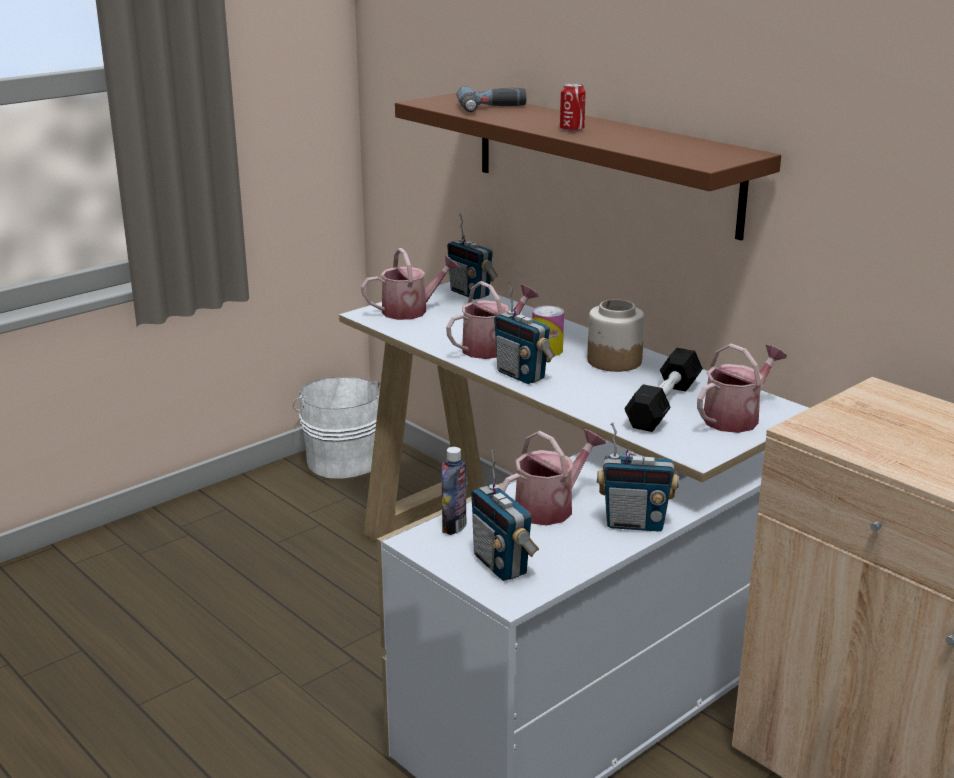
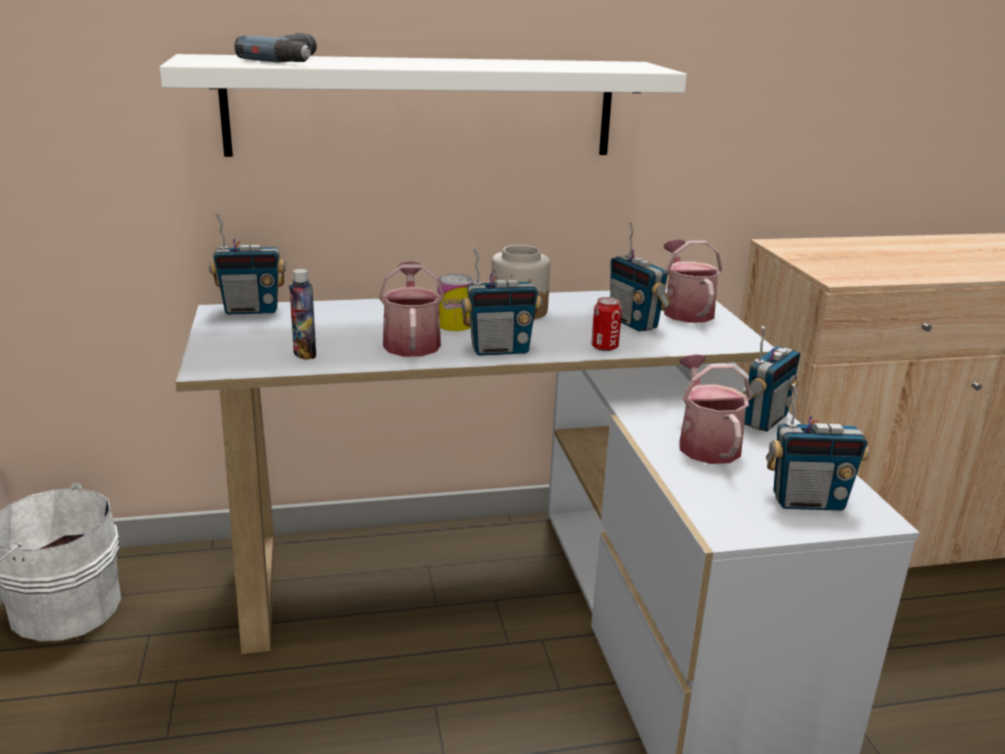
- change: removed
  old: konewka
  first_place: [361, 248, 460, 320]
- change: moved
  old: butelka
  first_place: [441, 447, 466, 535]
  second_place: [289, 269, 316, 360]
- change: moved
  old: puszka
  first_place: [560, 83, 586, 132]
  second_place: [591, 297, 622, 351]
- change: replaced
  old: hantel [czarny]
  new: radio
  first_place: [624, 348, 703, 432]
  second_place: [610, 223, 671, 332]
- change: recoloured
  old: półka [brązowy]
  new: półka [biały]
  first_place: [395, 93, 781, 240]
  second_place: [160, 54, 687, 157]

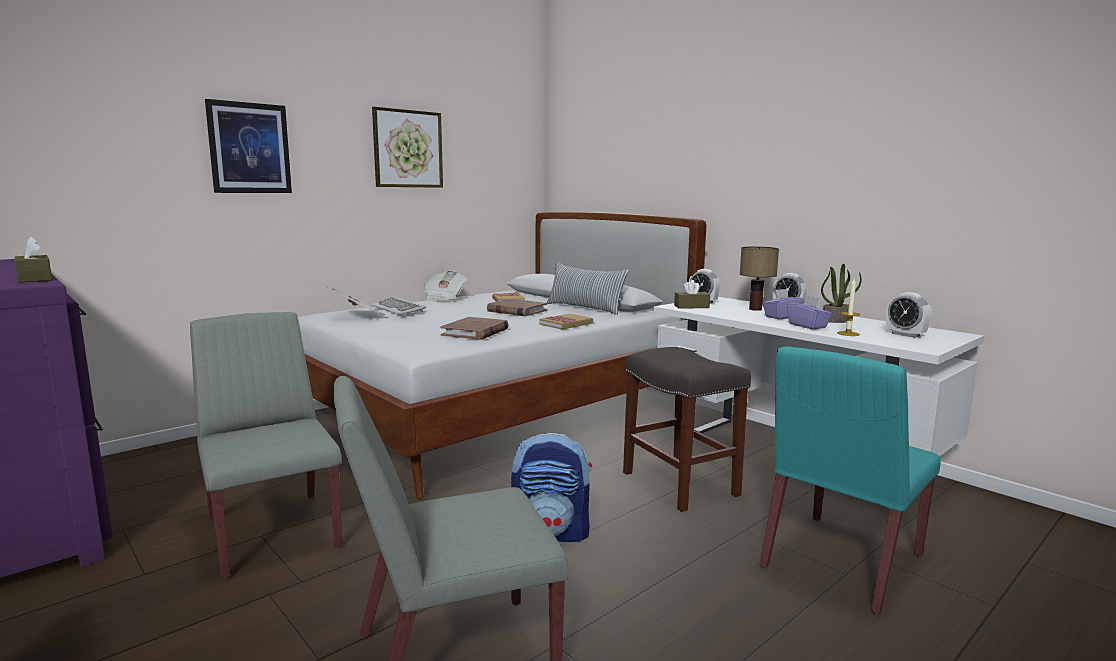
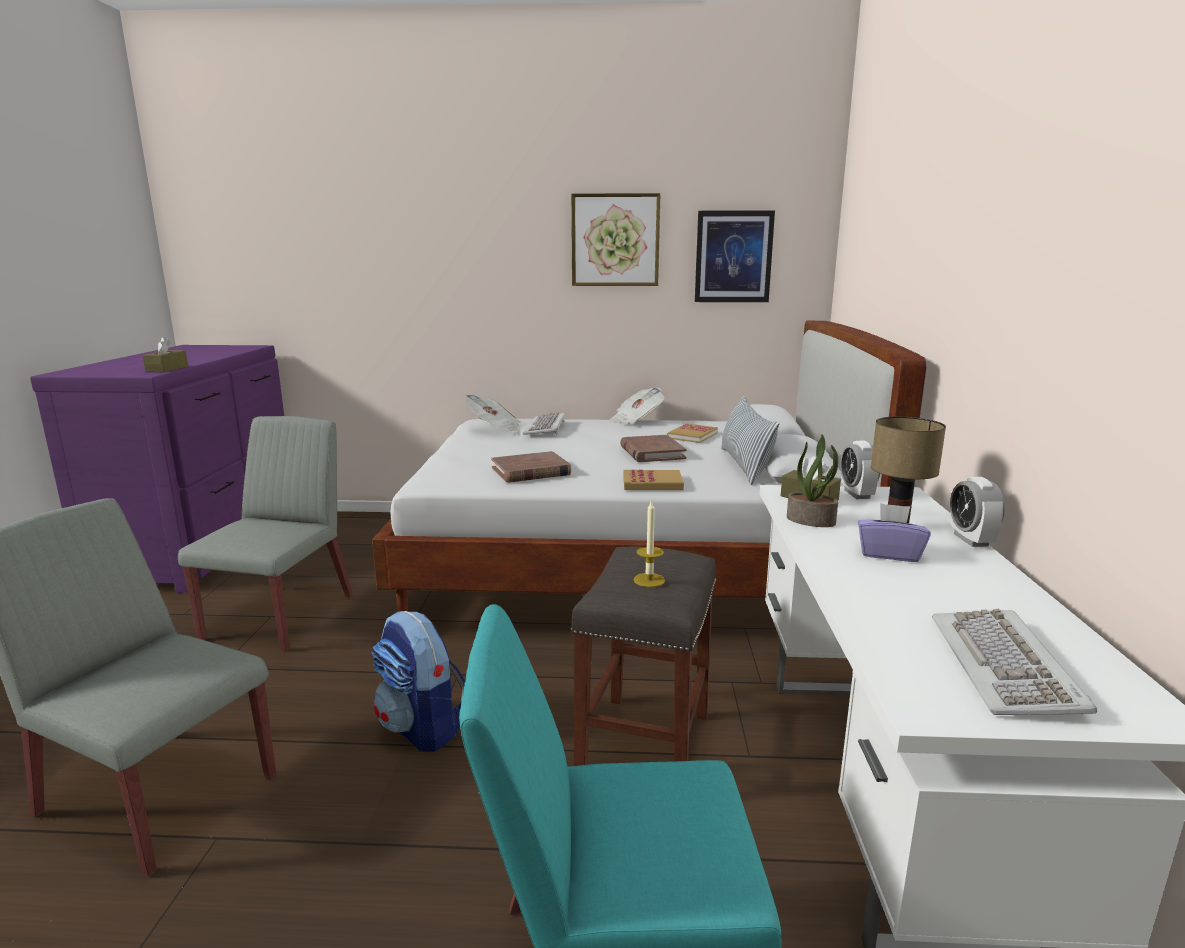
- change: removed
  old: pudełko chusteczek [fioletowy]
  first_place: [787, 296, 832, 329]
- change: moved
  old: obraz
  first_place: [205, 99, 292, 193]
  second_place: [695, 210, 775, 302]
- change: moved
  old: roślina doniczkowa
  first_place: [821, 264, 861, 323]
  second_place: [787, 434, 838, 527]
- change: moved
  old: świeca
  first_place: [837, 279, 860, 336]
  second_place: [634, 500, 665, 587]
- change: replaced
  old: budzik
  new: klawiatura
  first_place: [886, 292, 931, 338]
  second_place: [932, 609, 1097, 715]

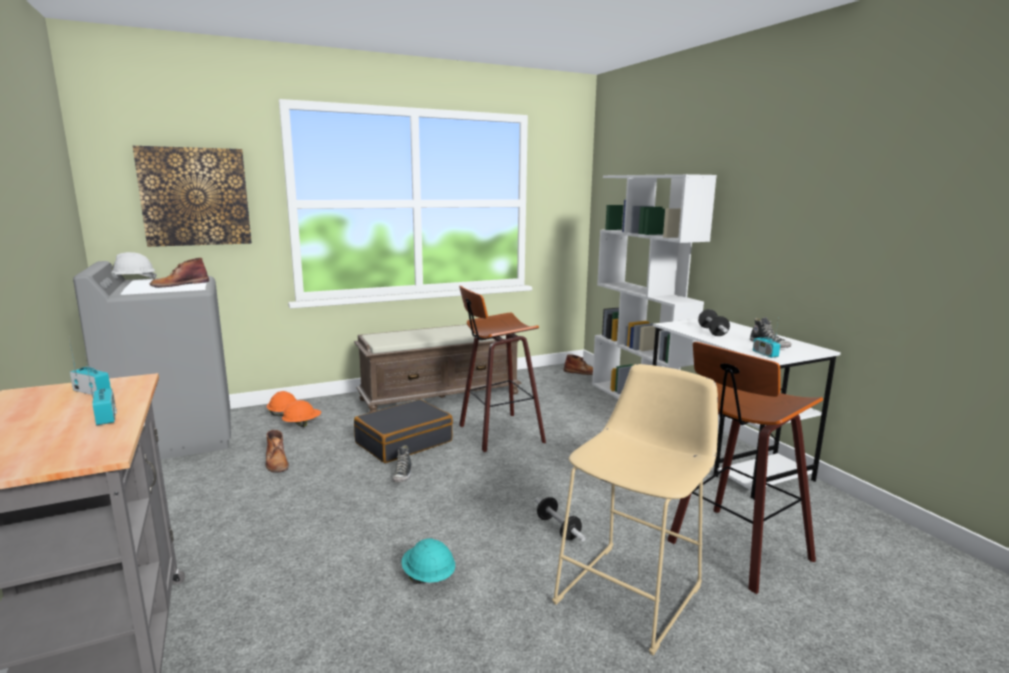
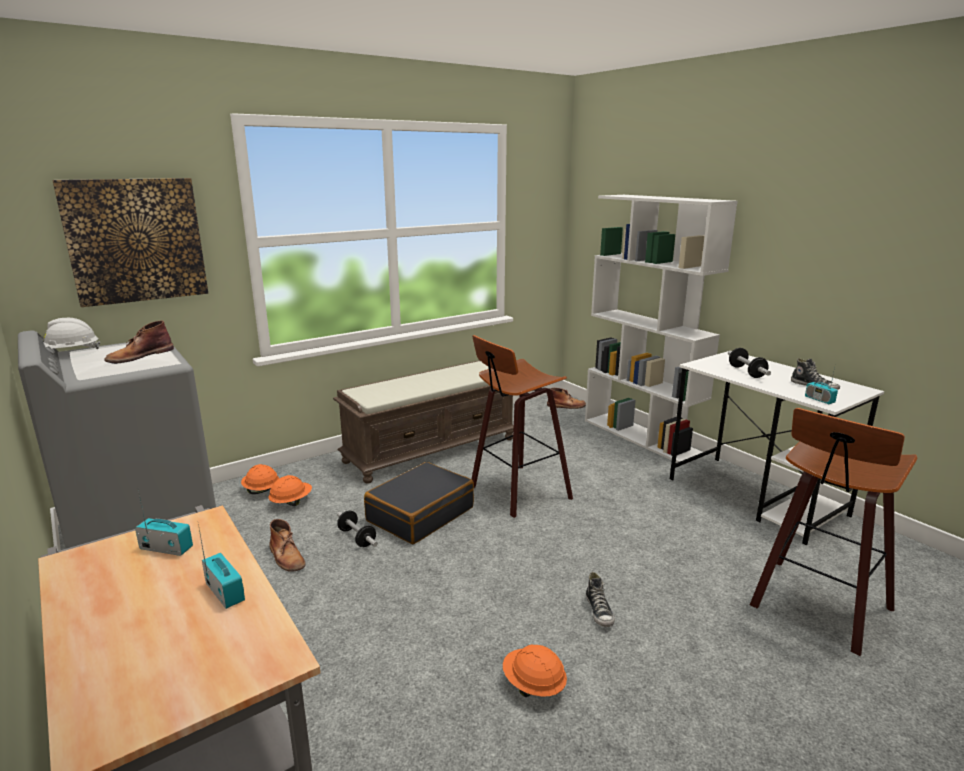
- change: removed
  old: stołek [beżowy]
  first_place: [552, 364, 718, 655]
- change: moved
  old: but
  first_place: [392, 445, 412, 483]
  second_place: [586, 572, 615, 627]
- change: moved
  old: hantel
  first_place: [535, 497, 586, 542]
  second_place: [337, 511, 378, 547]
- change: recoloured
  old: kask [turkusowy]
  new: kask [pomarańczowy]
  first_place: [401, 538, 455, 584]
  second_place: [503, 644, 567, 697]

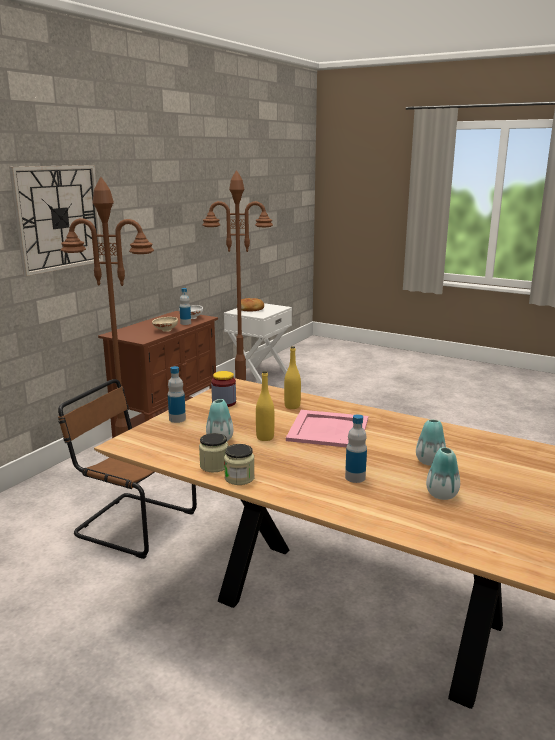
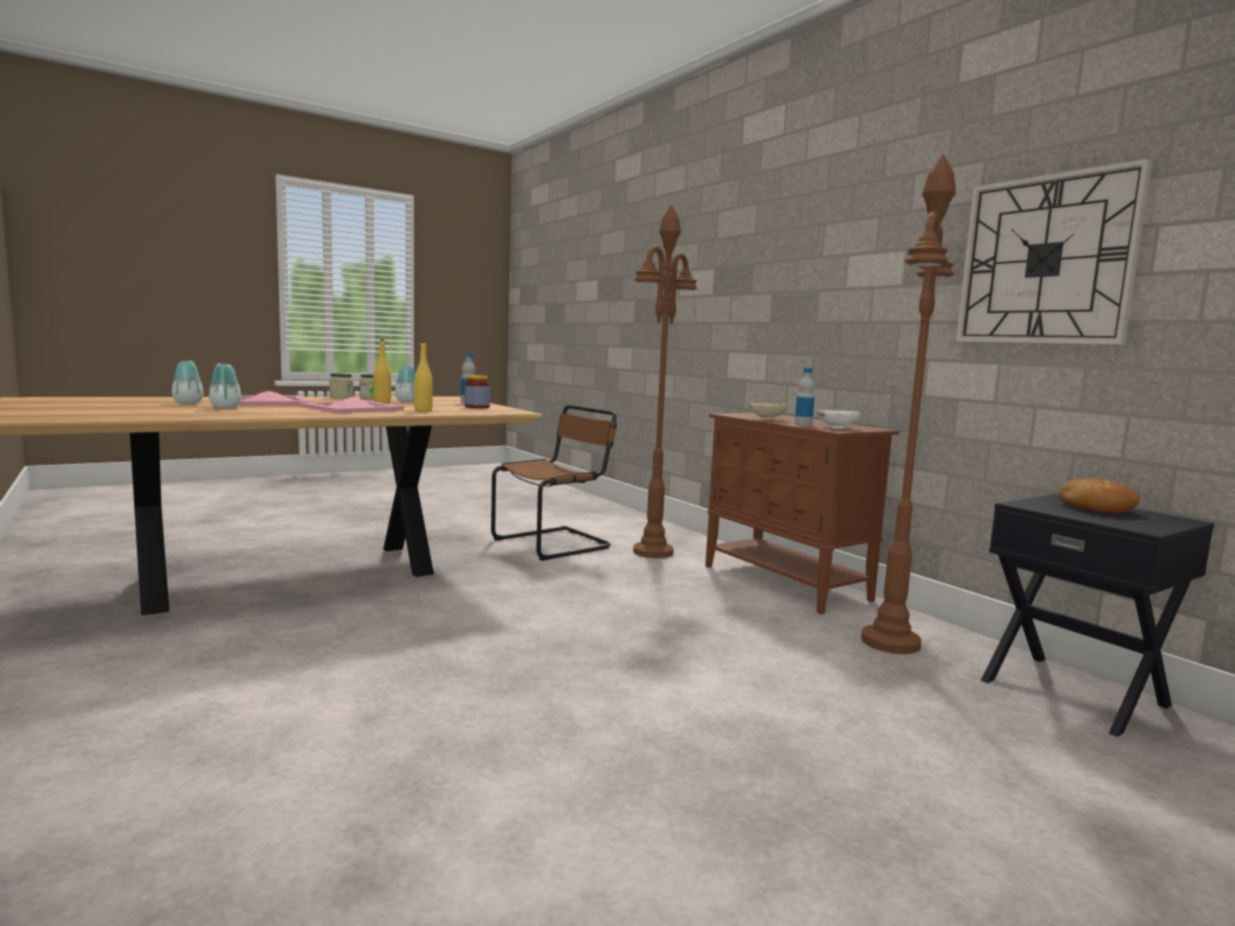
- change: moved
  old: zegar ścienny
  first_place: [9, 165, 103, 276]
  second_place: [956, 158, 1153, 345]
- change: replaced
  old: butelka
  new: taca [różowy]
  first_place: [345, 414, 367, 483]
  second_place: [239, 391, 313, 405]
- change: recoloured
  old: szafka nocna [biały]
  new: szafka nocna [czarny]
  first_place: [224, 303, 292, 384]
  second_place: [981, 494, 1214, 737]

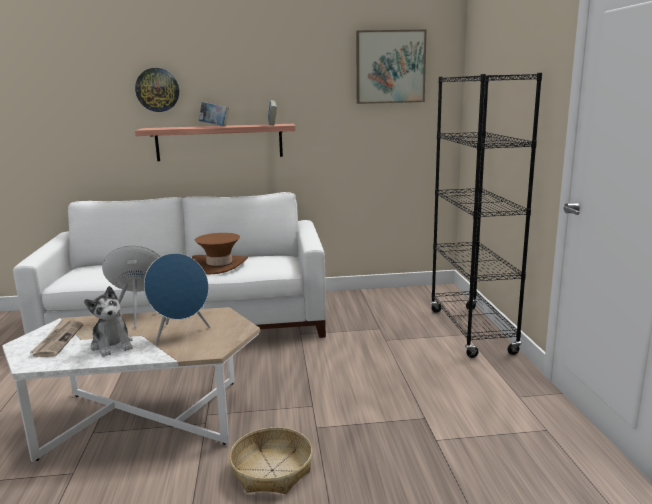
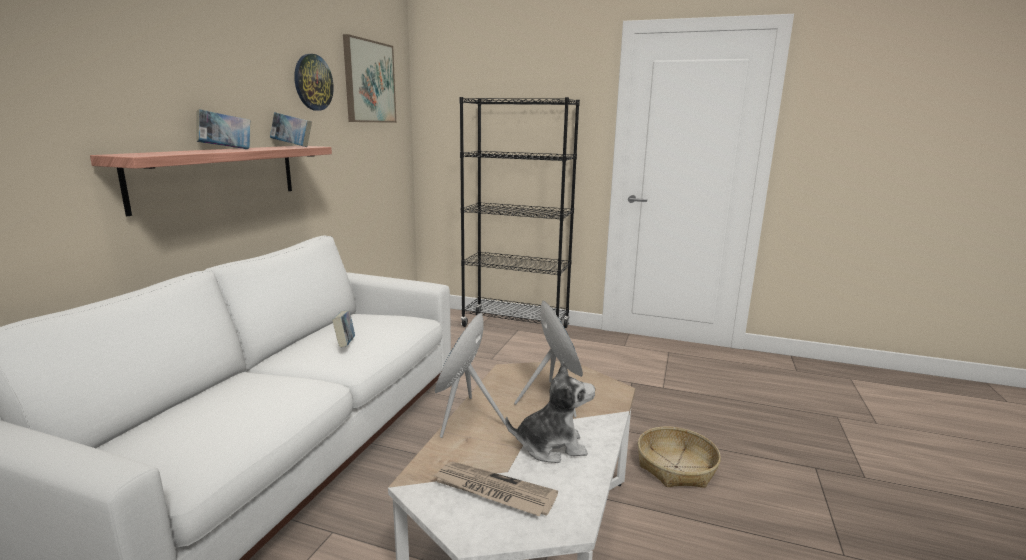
- change: moved
  old: zegar ścienny
  first_place: [135, 68, 179, 112]
  second_place: [294, 54, 334, 111]
- change: replaced
  old: kapelusz [brązowy]
  new: książka
  first_place: [192, 233, 248, 275]
  second_place: [332, 310, 355, 348]

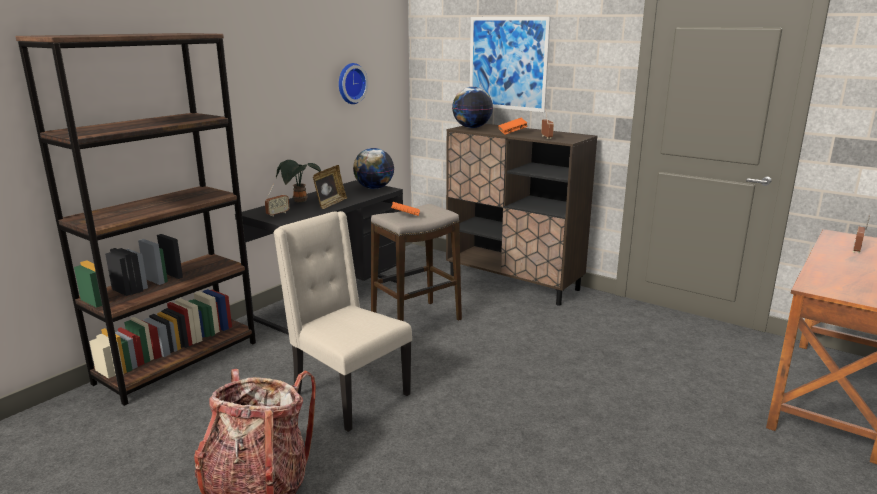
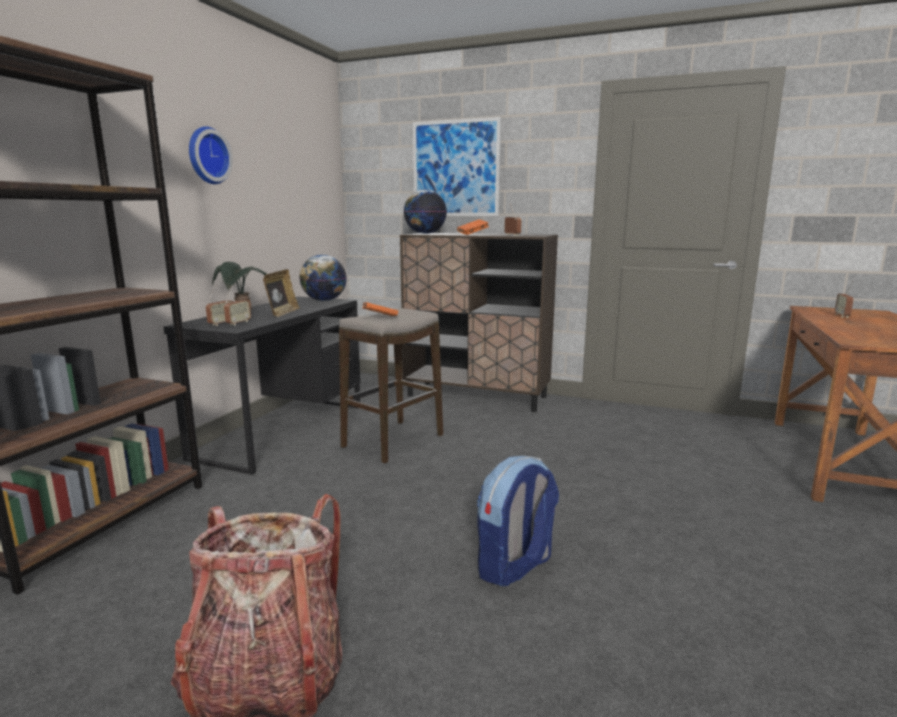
- change: removed
  old: krzesło [beżowy]
  first_place: [274, 211, 412, 432]
- change: added
  new: radio
  second_place: [224, 285, 251, 325]
- change: added
  new: plecak
  second_place: [477, 456, 559, 586]
- change: moved
  old: zegar ścienny
  first_place: [339, 63, 368, 104]
  second_place: [189, 126, 233, 184]

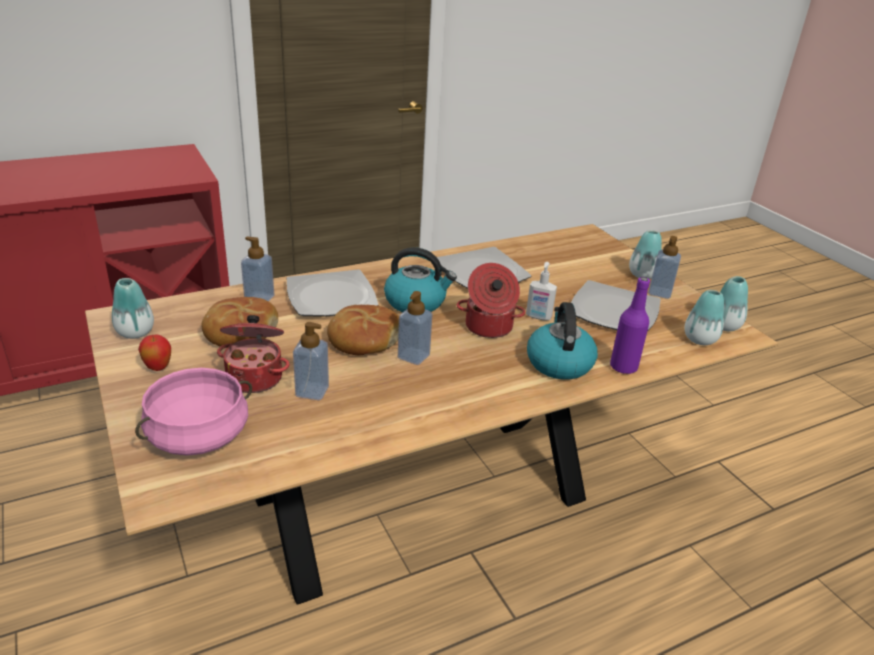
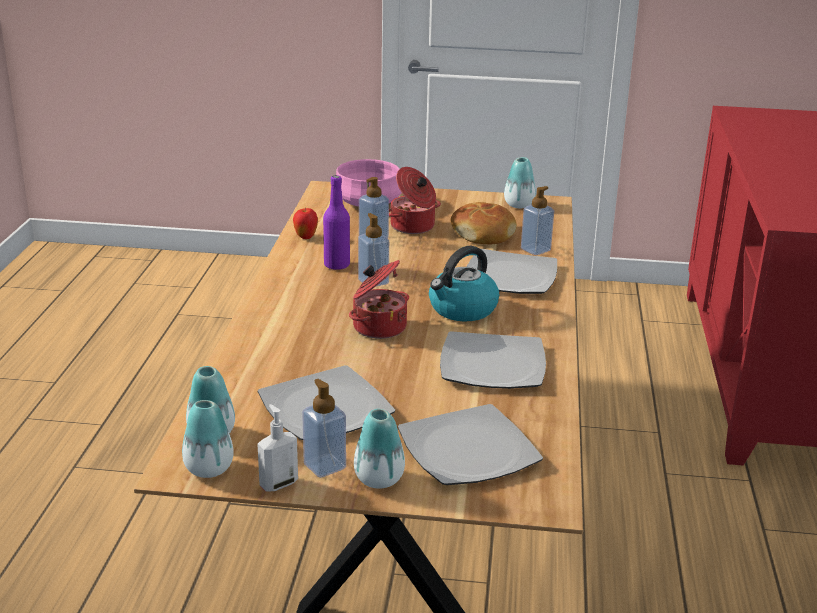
- change: removed
  old: chleb
  first_place: [327, 305, 399, 355]
- change: removed
  old: czajnik
  first_place: [527, 302, 598, 380]
- change: added
  new: talerz
  second_place: [398, 404, 543, 485]
- change: moved
  old: jabłko
  first_place: [138, 335, 171, 371]
  second_place: [293, 208, 318, 239]
- change: moved
  old: dozownik mydła
  first_place: [526, 262, 557, 320]
  second_place: [258, 404, 298, 492]
- change: moved
  old: butelka [fioletowy]
  first_place: [610, 277, 650, 374]
  second_place: [323, 175, 350, 270]

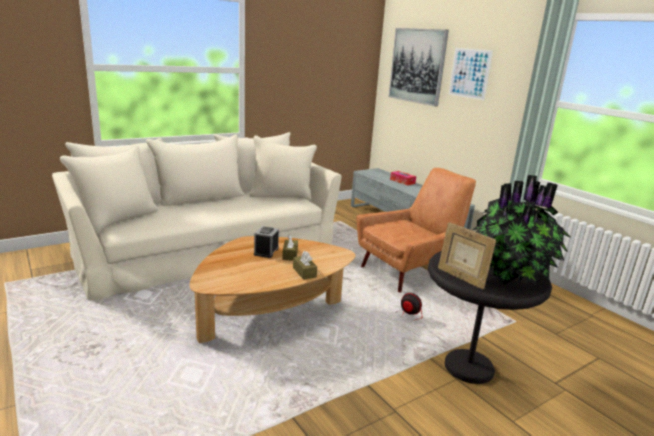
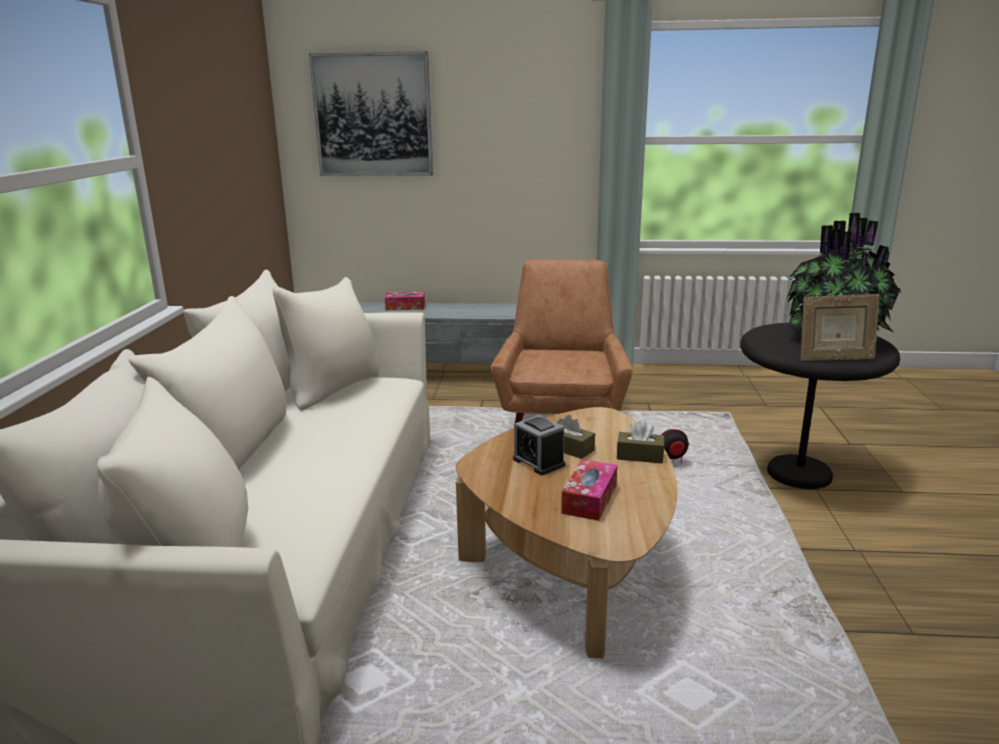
- change: removed
  old: obraz
  first_place: [448, 48, 493, 101]
- change: added
  new: pudełko chusteczek
  second_place: [561, 459, 617, 521]

